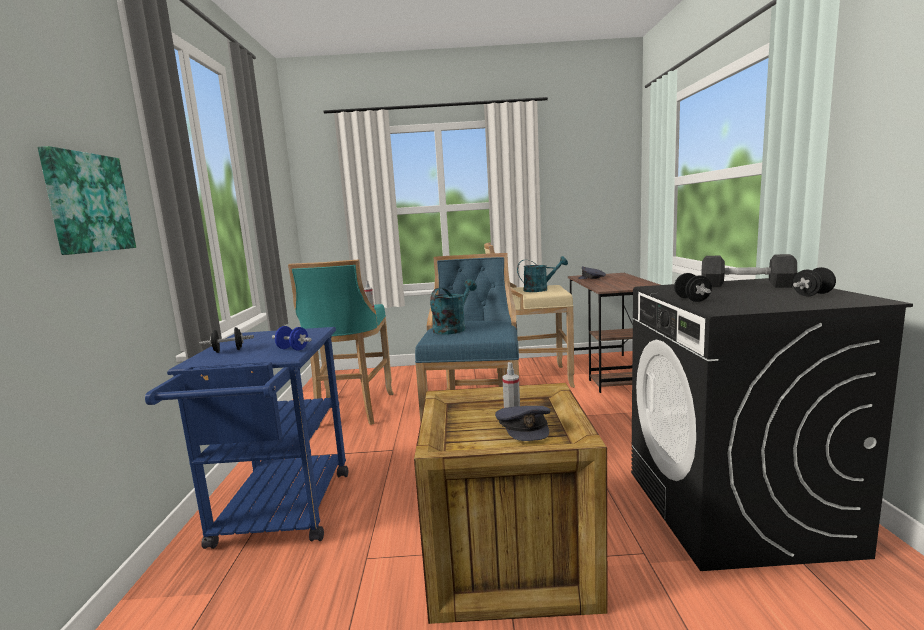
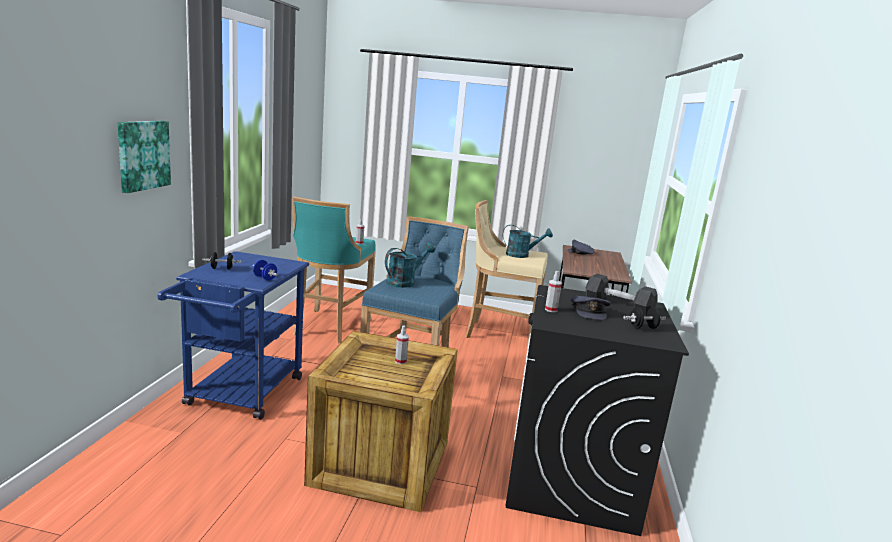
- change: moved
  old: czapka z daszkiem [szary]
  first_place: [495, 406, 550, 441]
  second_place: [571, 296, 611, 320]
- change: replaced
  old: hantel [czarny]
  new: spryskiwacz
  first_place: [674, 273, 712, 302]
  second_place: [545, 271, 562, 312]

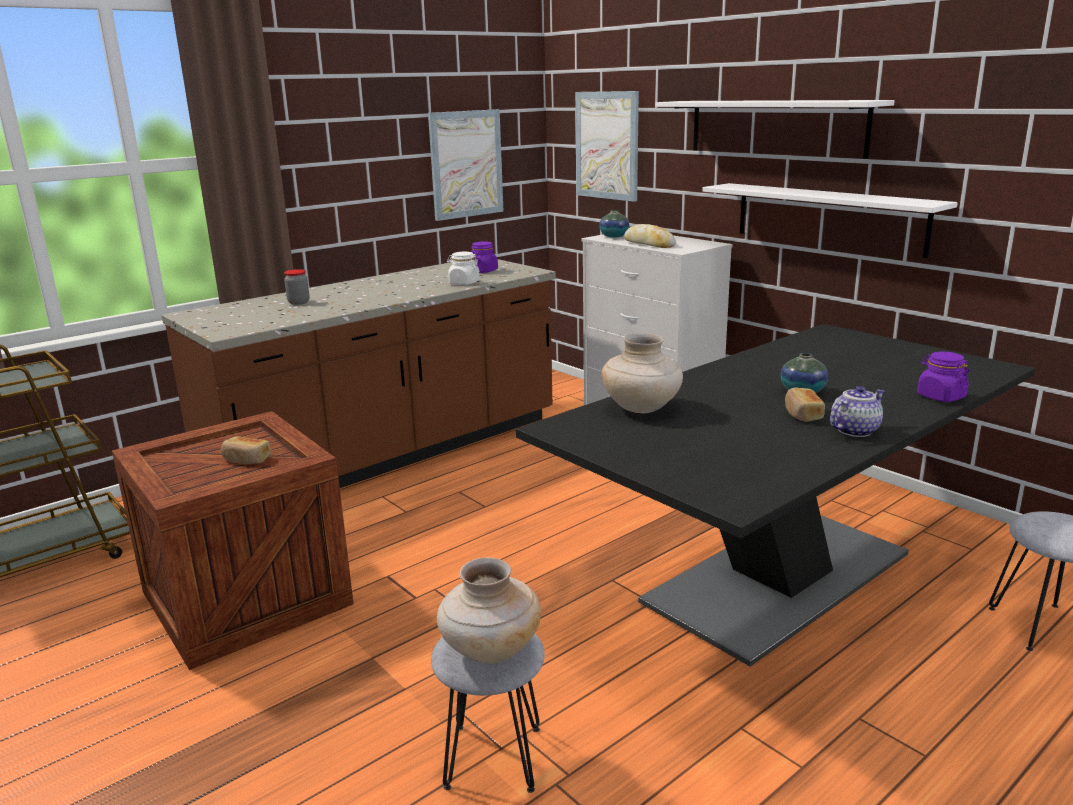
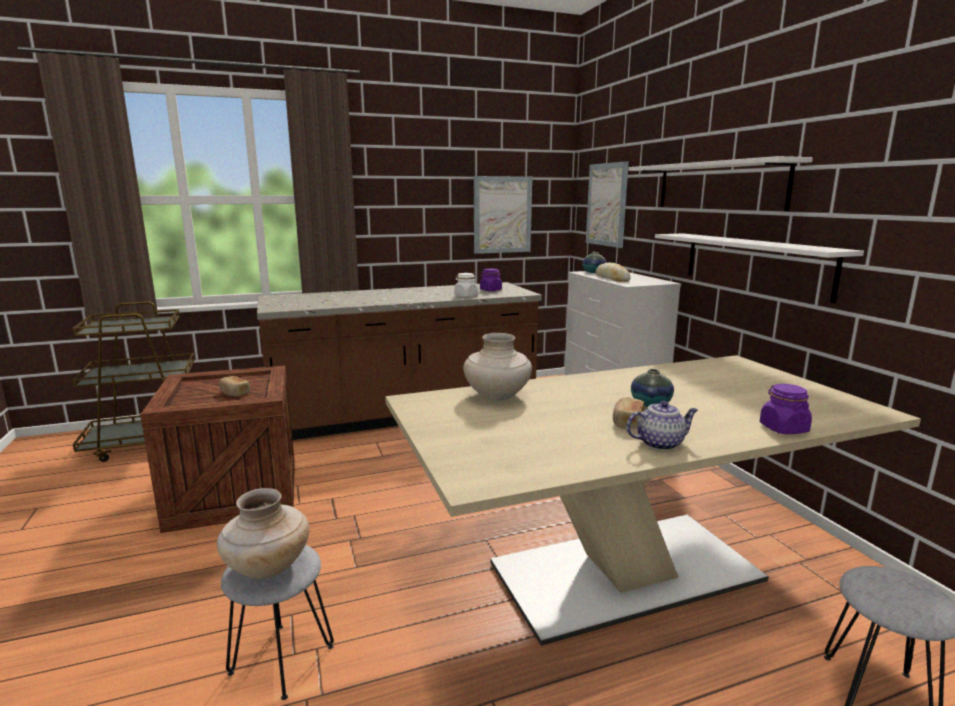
- change: removed
  old: słoik
  first_place: [284, 269, 310, 305]
- change: recoloured
  old: stół jadalny [czarny]
  new: stół jadalny [beżowy]
  first_place: [516, 324, 1035, 666]
  second_place: [385, 355, 921, 646]

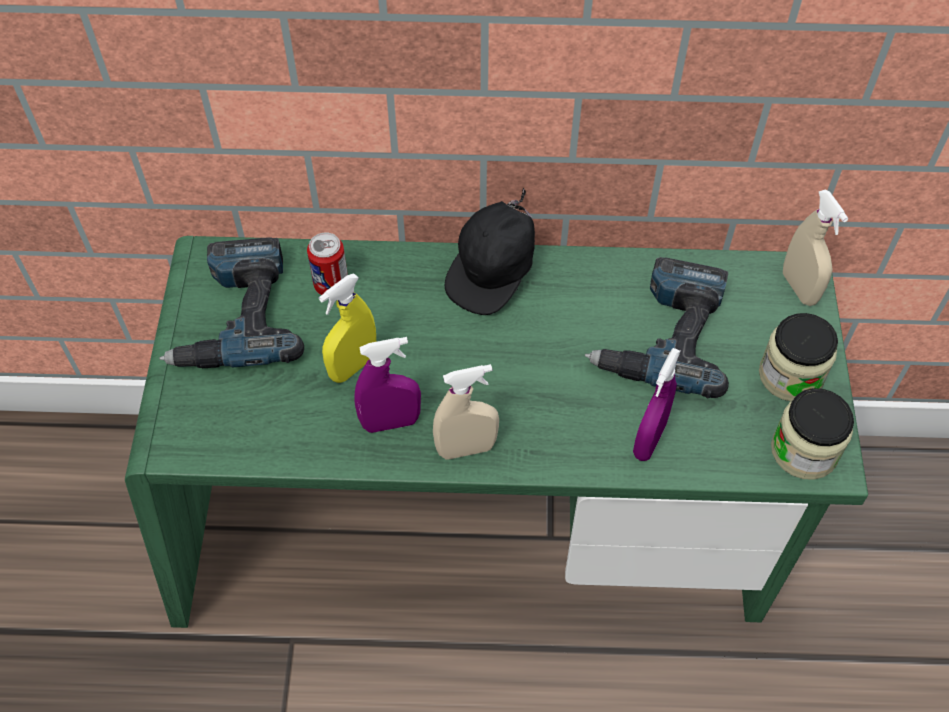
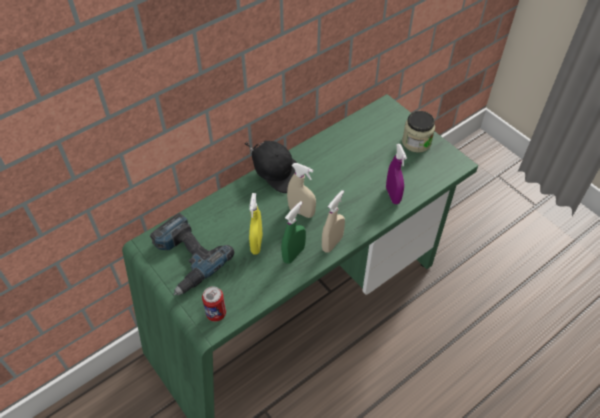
- change: removed
  old: wiertarka
  first_place: [585, 257, 729, 399]
- change: removed
  old: słoik
  first_place: [771, 388, 854, 480]
- change: moved
  old: puszka
  first_place: [307, 232, 348, 295]
  second_place: [202, 286, 226, 322]
- change: moved
  old: spryskiwacz [beżowy]
  first_place: [783, 190, 848, 306]
  second_place: [287, 163, 316, 218]
- change: recoloured
  old: spryskiwacz [fioletowy]
  new: spryskiwacz [zielony]
  first_place: [354, 337, 421, 433]
  second_place: [281, 201, 306, 264]
- change: turned
  old: czapka z daszkiem [czarny]
  first_place: [445, 188, 535, 315]
  second_place: [245, 141, 297, 193]
  degrees: -45

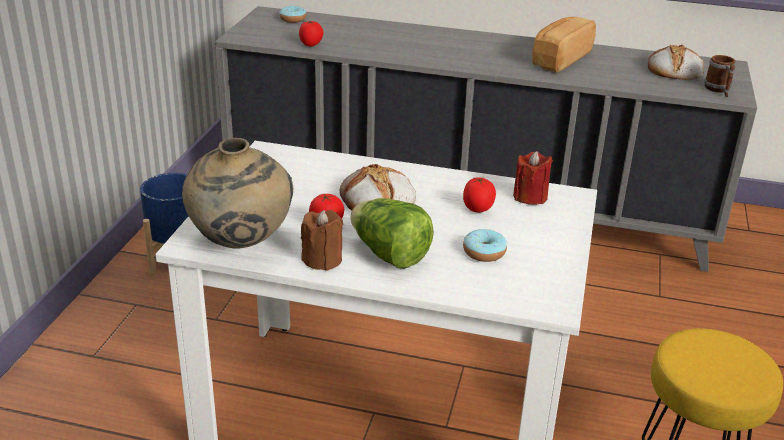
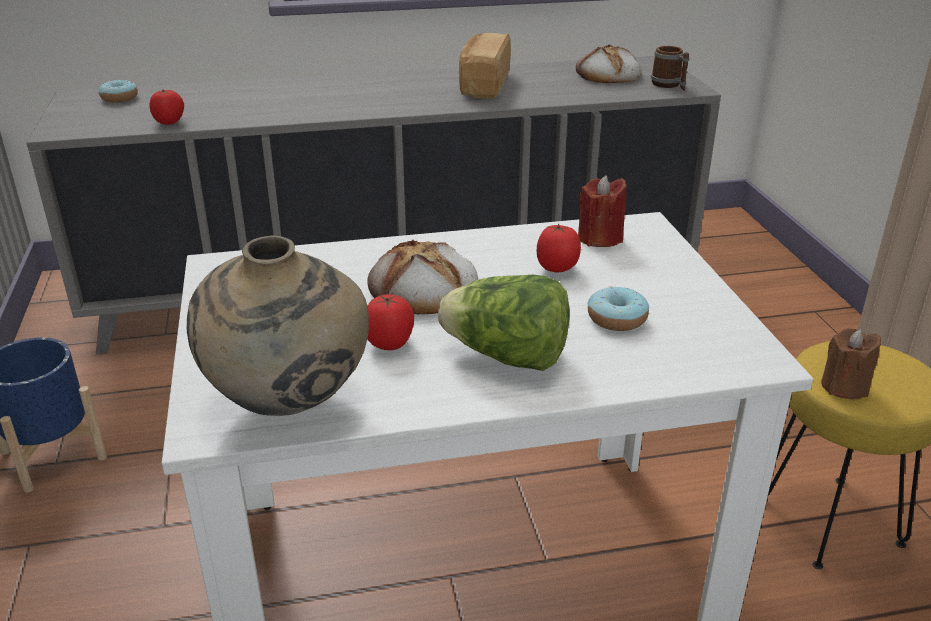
- change: moved
  old: świeca [brązowy]
  first_place: [301, 210, 343, 271]
  second_place: [821, 328, 881, 399]

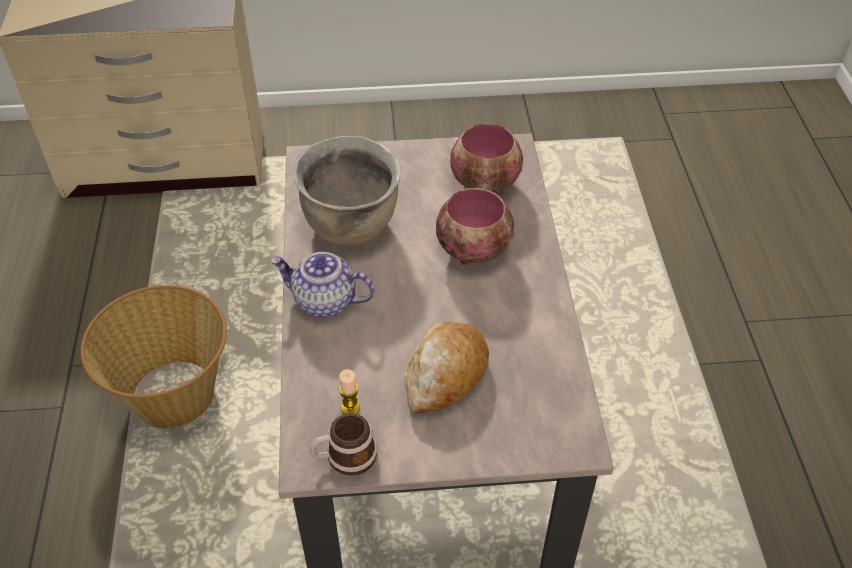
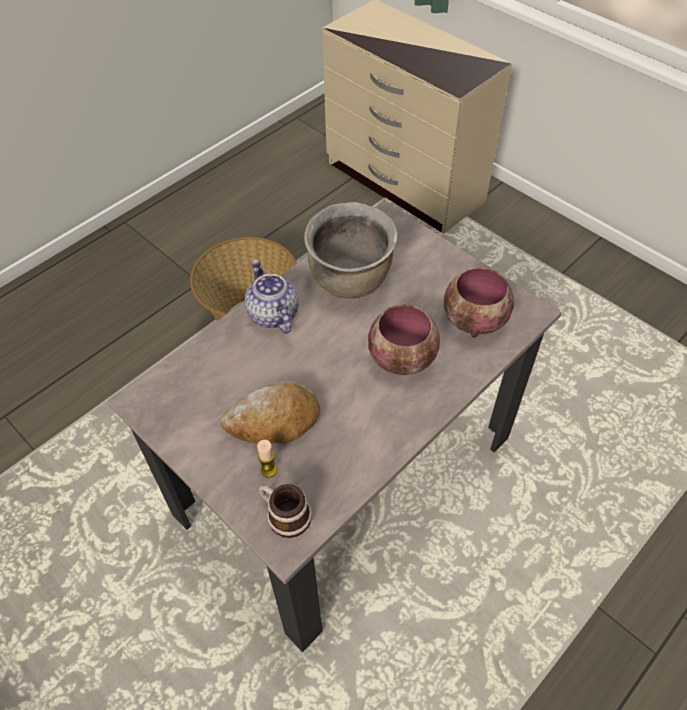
- change: moved
  old: kubek
  first_place: [310, 413, 377, 476]
  second_place: [259, 484, 312, 538]
- change: moved
  old: świeca
  first_place: [339, 369, 360, 414]
  second_place: [257, 440, 277, 478]

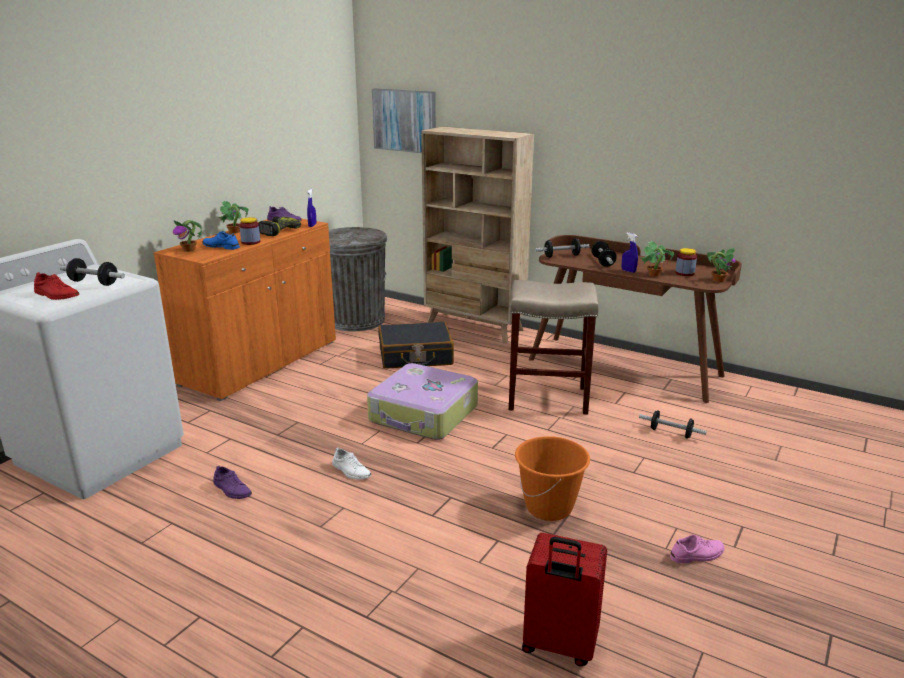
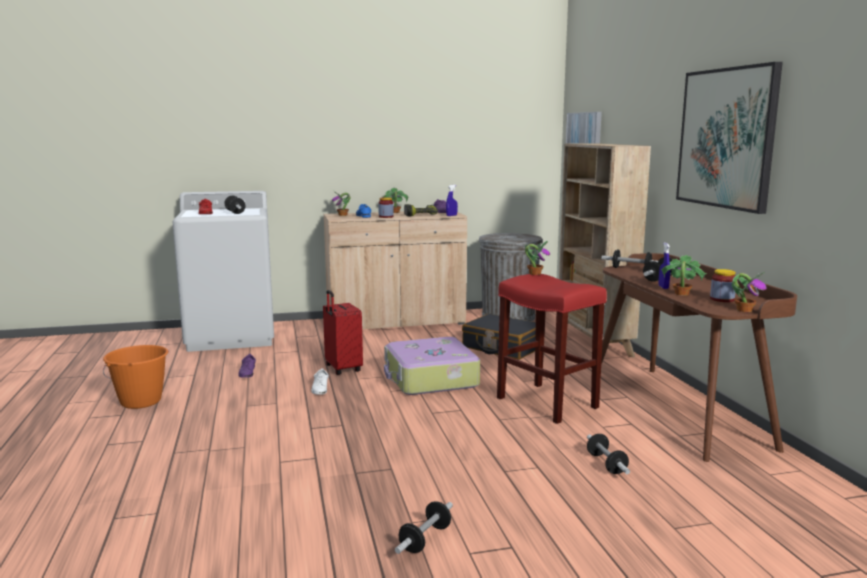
- change: added
  new: roślina doniczkowa
  second_place: [525, 241, 550, 275]
- change: added
  new: obraz
  second_place: [676, 62, 783, 214]
- change: moved
  old: wiadro [pomarańczowy]
  first_place: [515, 436, 590, 521]
  second_place: [103, 345, 168, 409]
- change: moved
  old: walizka [czerwony]
  first_place: [522, 533, 607, 666]
  second_place: [323, 290, 363, 375]
- change: replaced
  old: but [różowy]
  new: hantel
  first_place: [670, 535, 724, 563]
  second_place: [395, 501, 453, 554]
- change: recoloured
  old: szafka [pomarańczowy]
  new: szafka [beżowy]
  first_place: [153, 219, 336, 401]
  second_place: [324, 212, 467, 329]
- change: recoloured
  old: stołek [beżowy]
  new: stołek [czerwony]
  first_place: [509, 280, 599, 414]
  second_place: [497, 274, 607, 424]

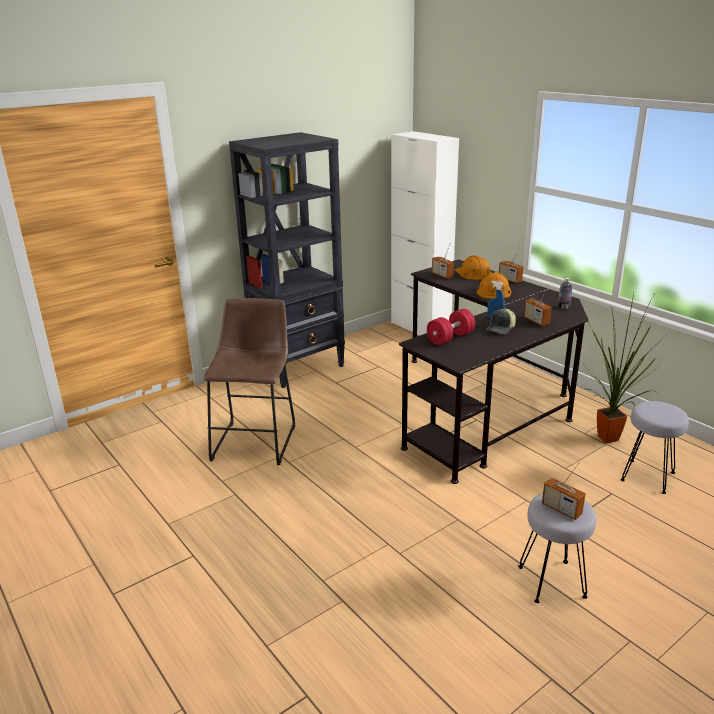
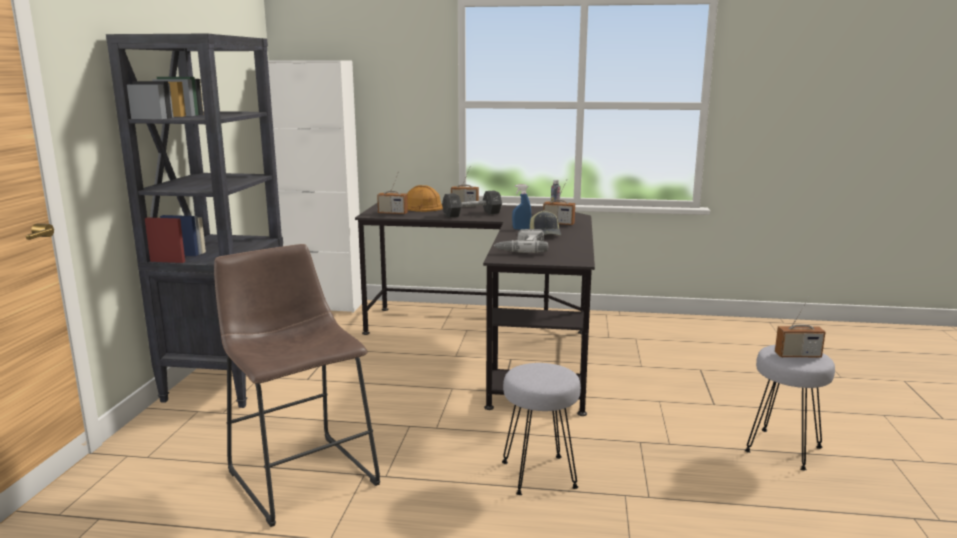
- change: removed
  old: roślina doniczkowa
  first_place: [583, 292, 667, 443]
- change: moved
  old: stołek [szary]
  first_place: [621, 401, 689, 494]
  second_place: [502, 363, 581, 495]
- change: replaced
  old: hantel [czerwony]
  new: wiertarka
  first_place: [427, 309, 475, 345]
  second_place: [494, 229, 548, 253]
- change: replaced
  old: kask [pomarańczowy]
  new: hantel [czarny]
  first_place: [476, 272, 511, 299]
  second_place: [442, 190, 502, 218]

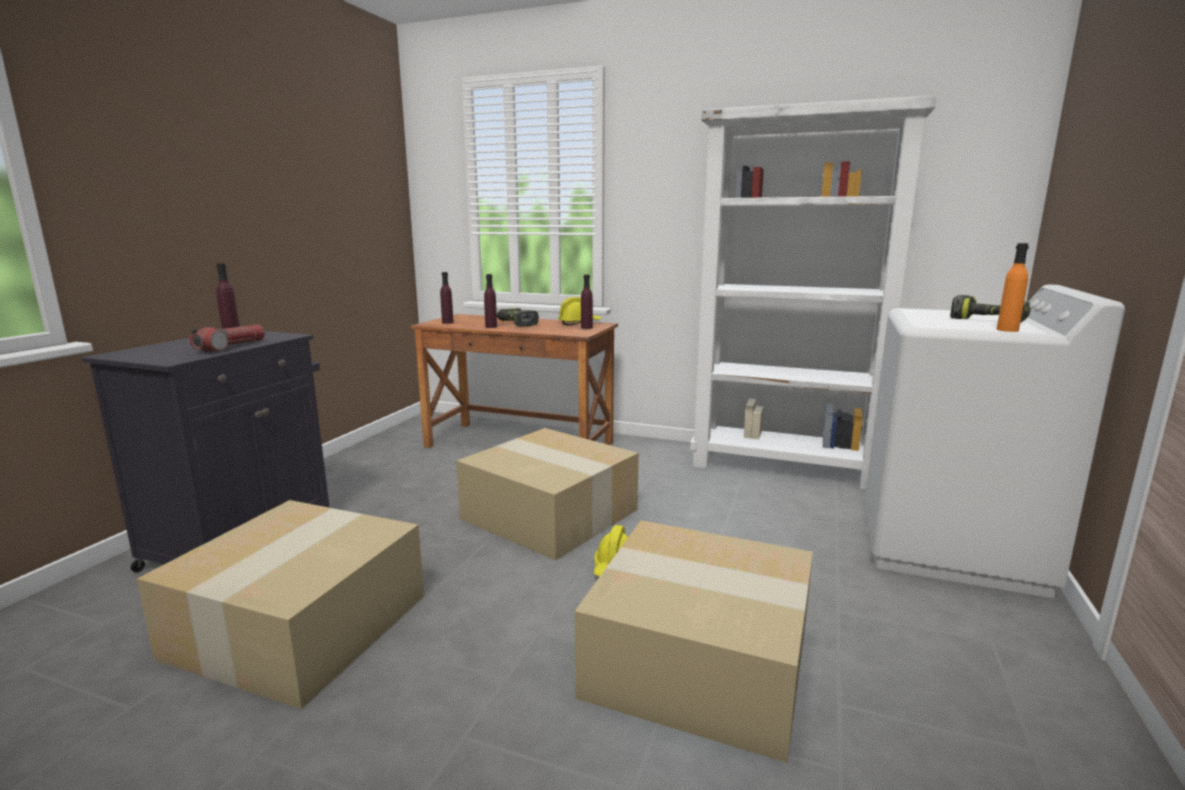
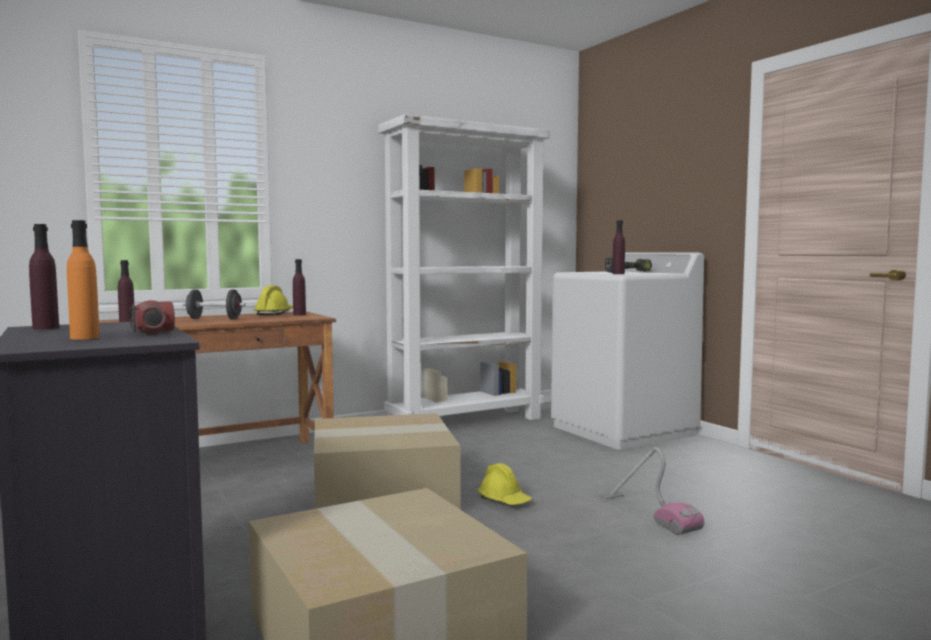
- change: moved
  old: butelka [fioletowy]
  first_place: [484, 274, 497, 328]
  second_place: [612, 220, 625, 274]
- change: moved
  old: butelka [pomarańczowy]
  first_place: [996, 243, 1029, 332]
  second_place: [67, 220, 100, 340]
- change: replaced
  old: wiertarka
  new: hantel [czarny]
  first_place: [497, 308, 539, 326]
  second_place: [183, 290, 246, 319]
- change: replaced
  old: karton
  new: odkurzacz
  first_place: [575, 520, 813, 763]
  second_place: [599, 447, 704, 535]

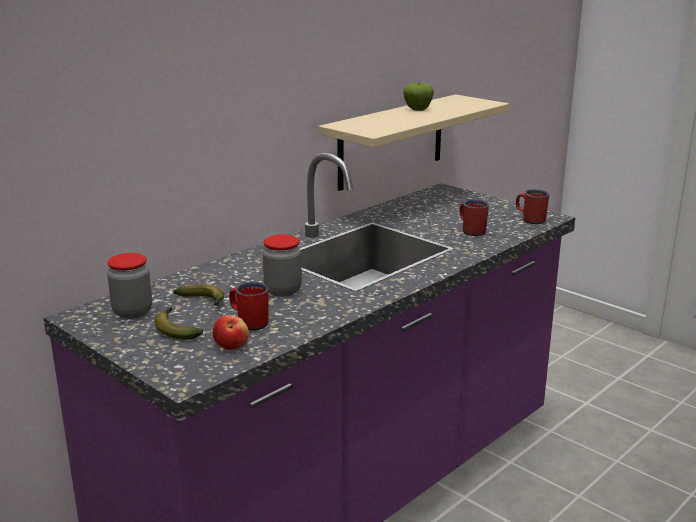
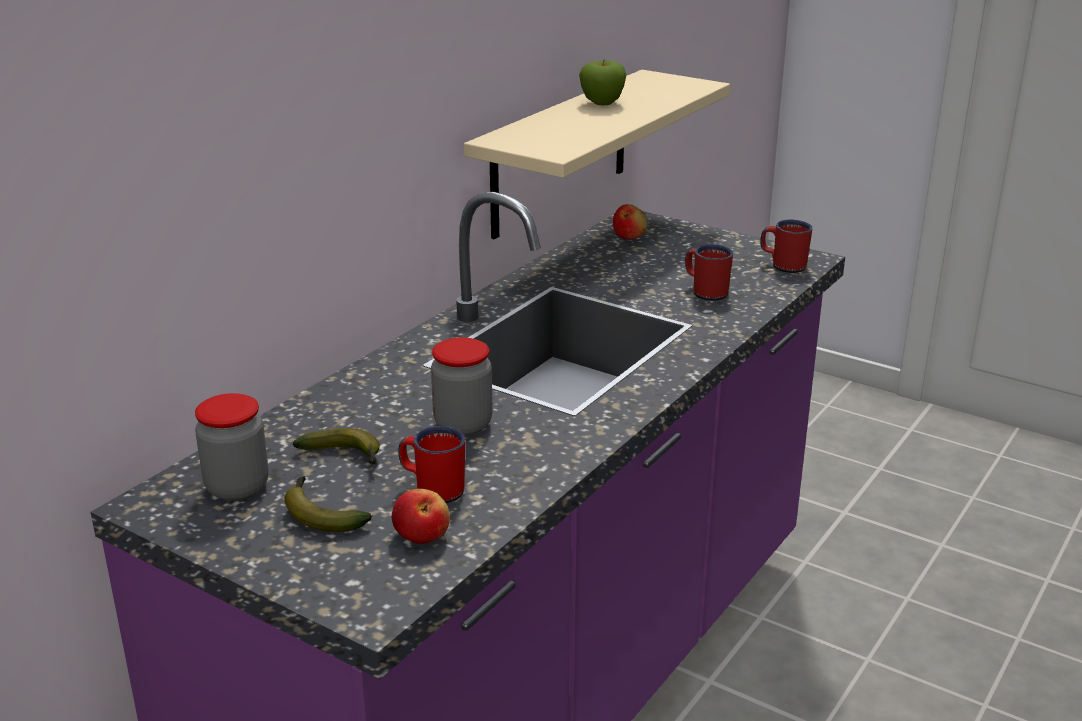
- change: added
  new: jabłko
  second_place: [613, 204, 647, 240]

